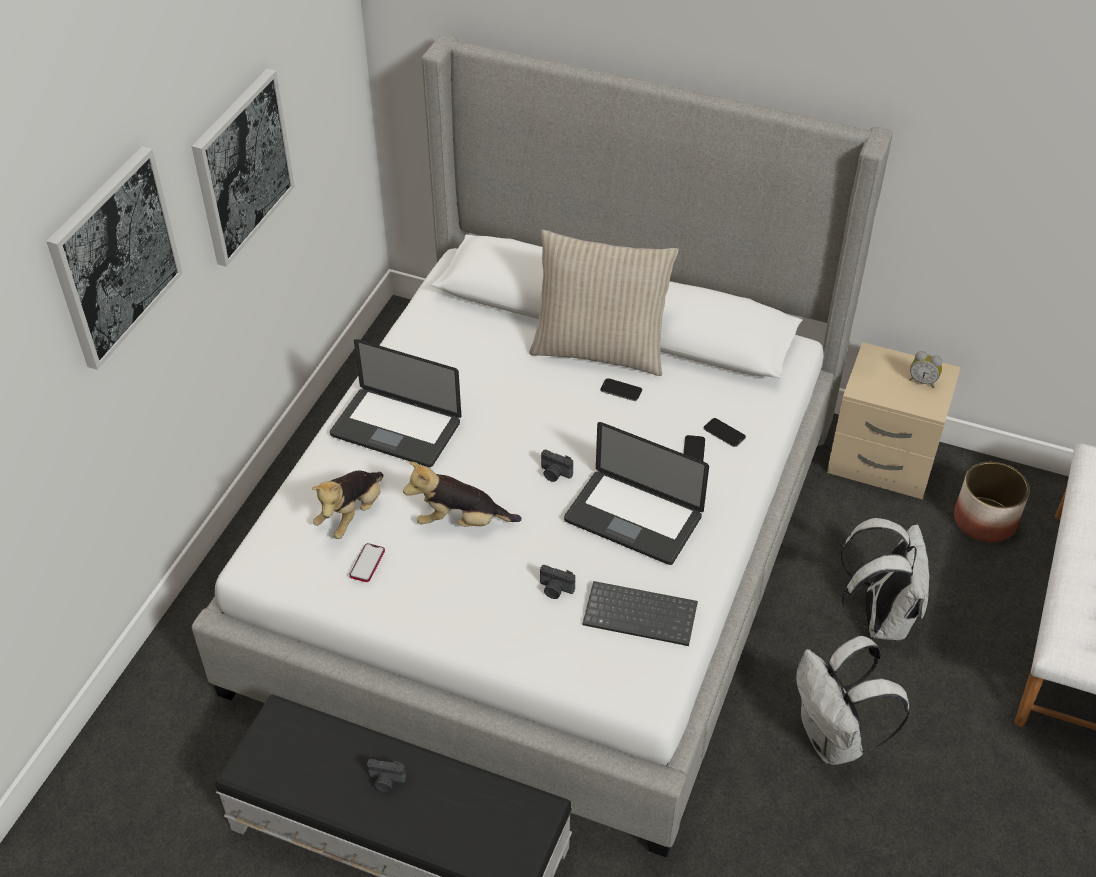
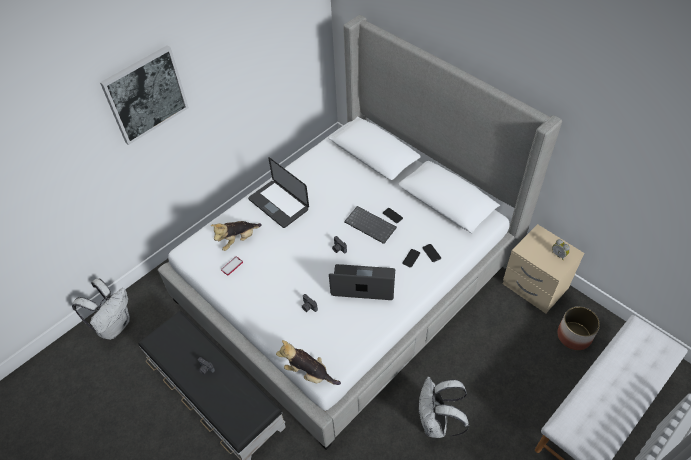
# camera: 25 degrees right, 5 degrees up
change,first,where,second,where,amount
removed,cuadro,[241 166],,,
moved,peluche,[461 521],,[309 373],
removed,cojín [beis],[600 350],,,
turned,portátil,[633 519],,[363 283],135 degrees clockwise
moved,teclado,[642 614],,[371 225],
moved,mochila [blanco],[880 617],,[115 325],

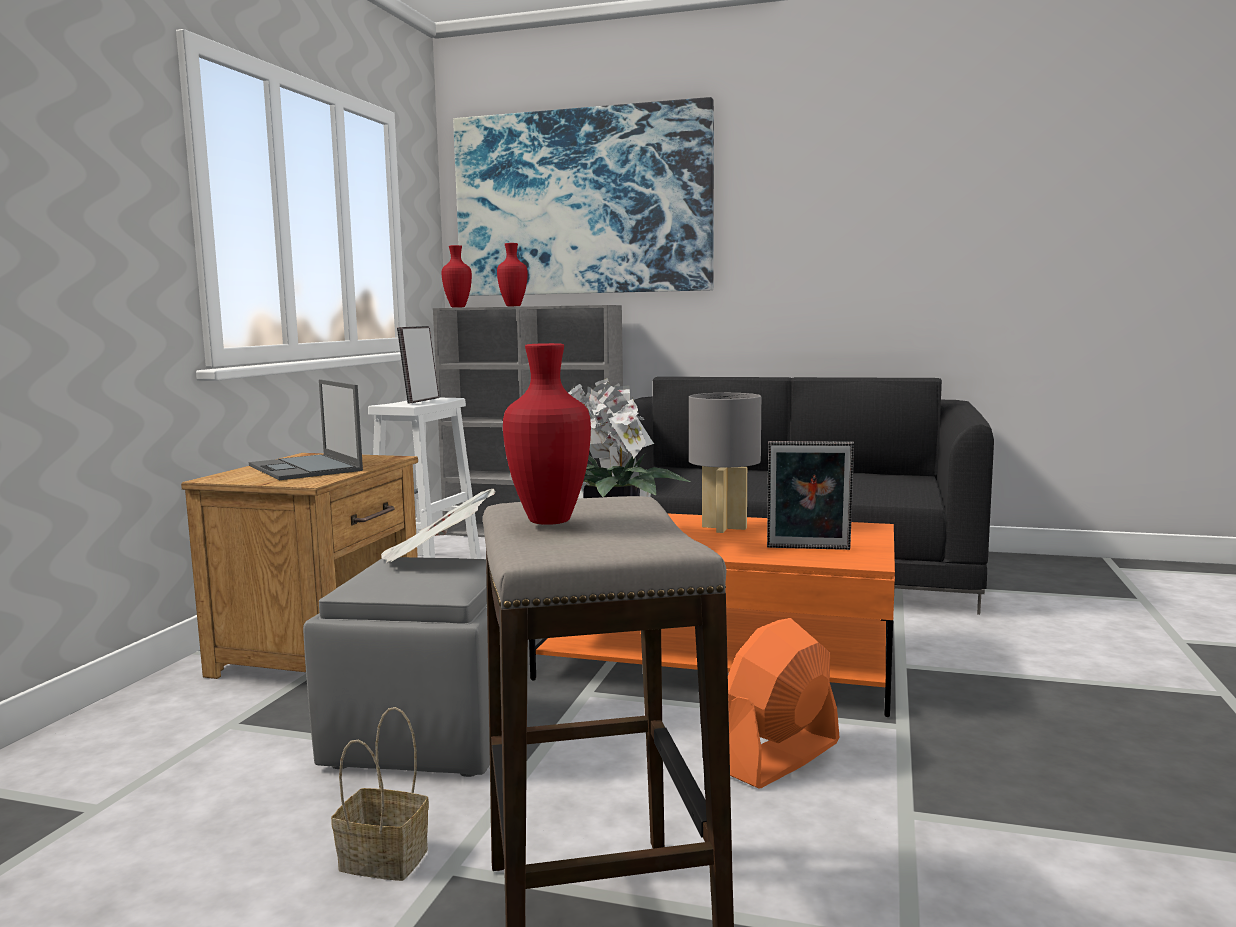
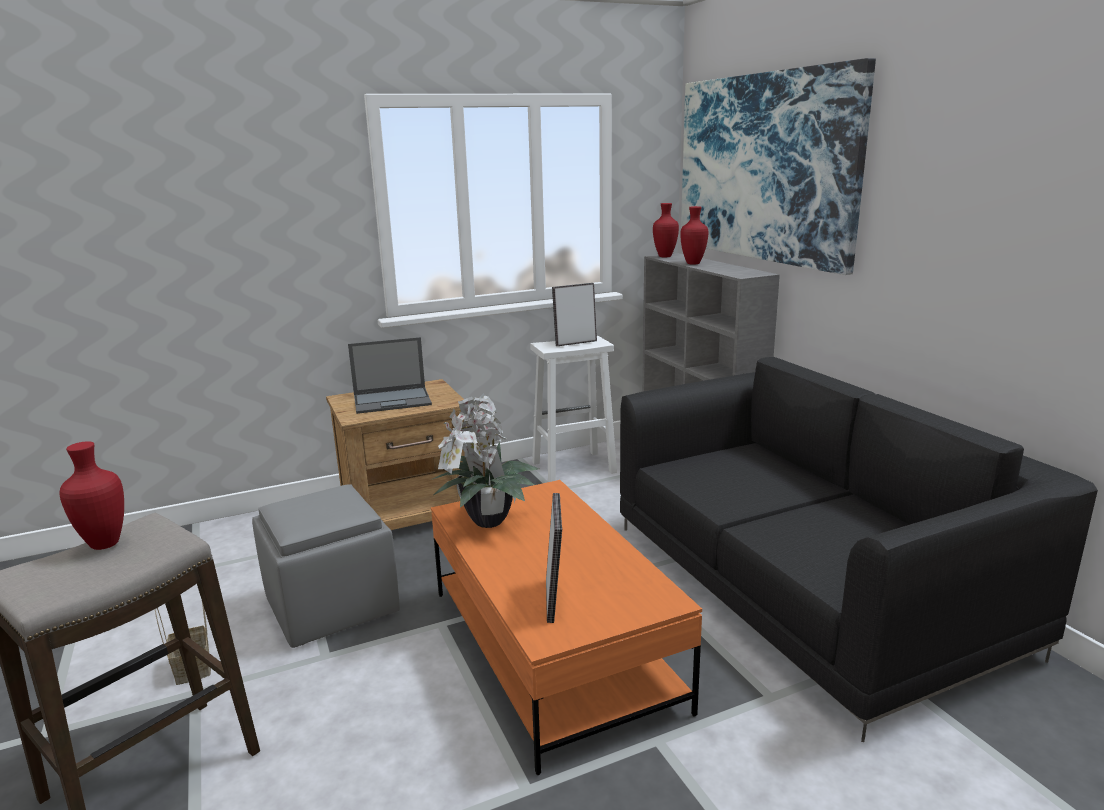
# camera: 50 degrees right, 10 degrees up
change,first,where,second,where,amount
turned,portátil,[306 468],,[393 400],120 degrees counterclockwise
removed,periódico,[436 558],,,
removed,lámpara de mesa [gris],[724 527],,,
removed,ventilador [naranja],[780 757],,,
turned,portarretratos,[808 549],,[554 600],150 degrees counterclockwise

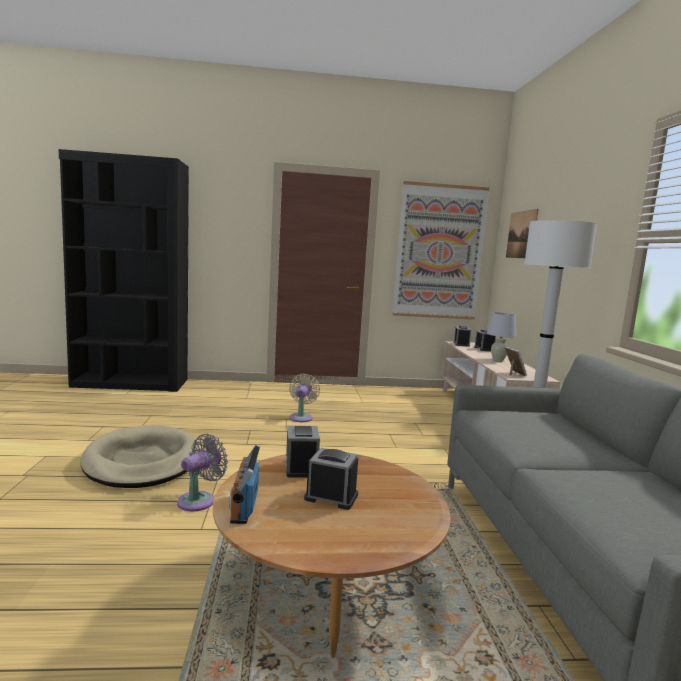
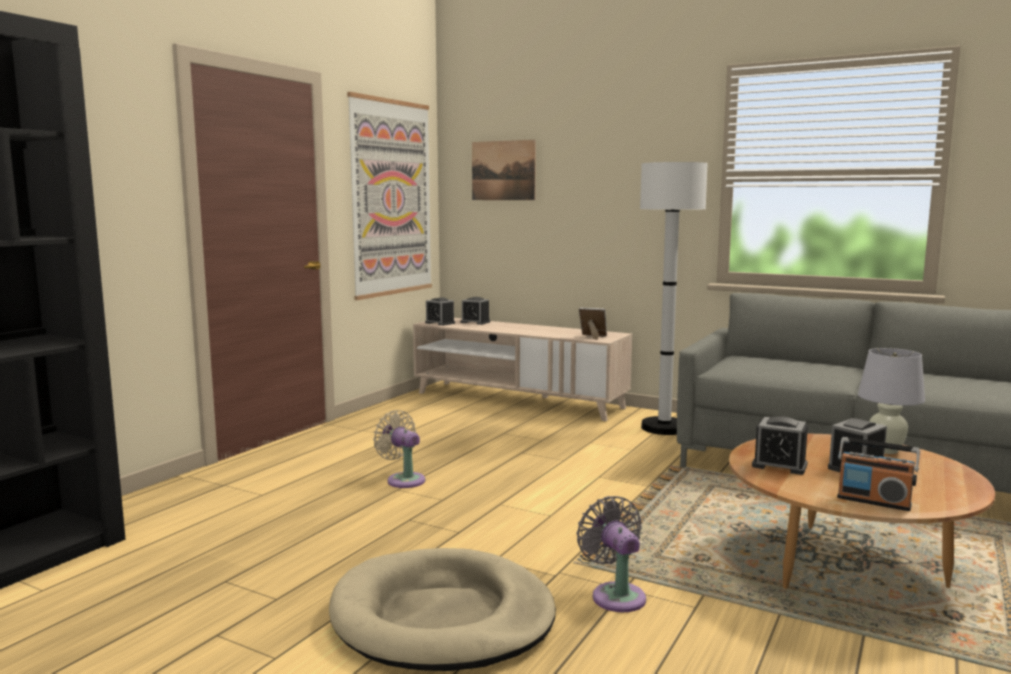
# camera: 55 degrees left, 0 degrees up
change,first,where,second,where,amount
moved,lámpara de mesa [blanco],[498 360],,[886 450],

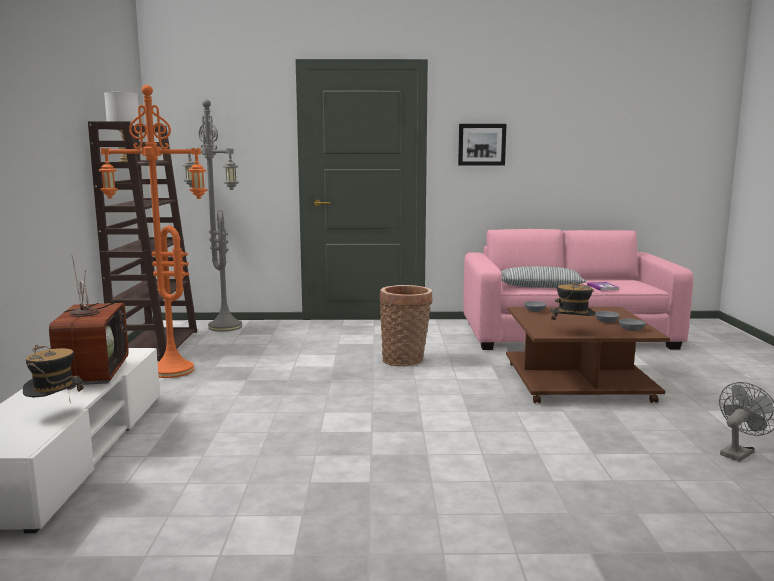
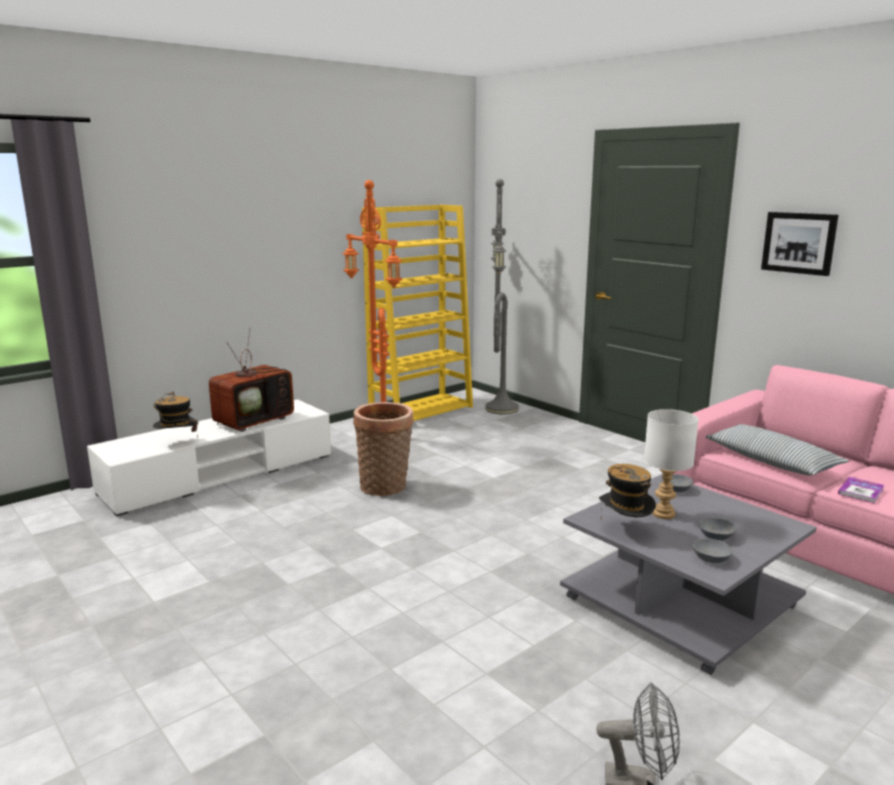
# camera: 50 degrees right, 5 degrees up
change,first,where,second,where,amount
recoloured,estantería [marrón],[155 345],estantería [amarillo],[421 410],
moved,lámpara de mesa [blanco],[126 162],,[663 514],
moved,cesta,[405 360],,[385 488],
recoloured,mesa de centro [marrón],[578 382],mesa de centro [gris],[682 602],

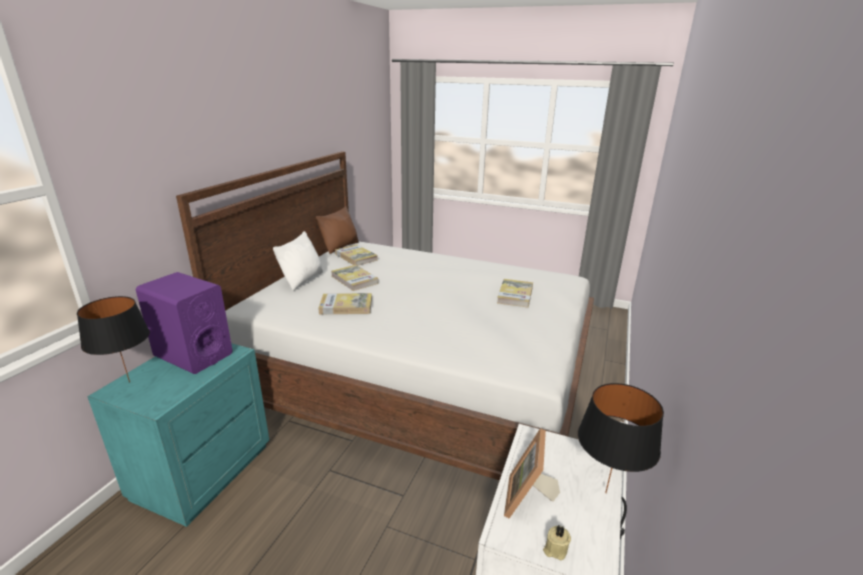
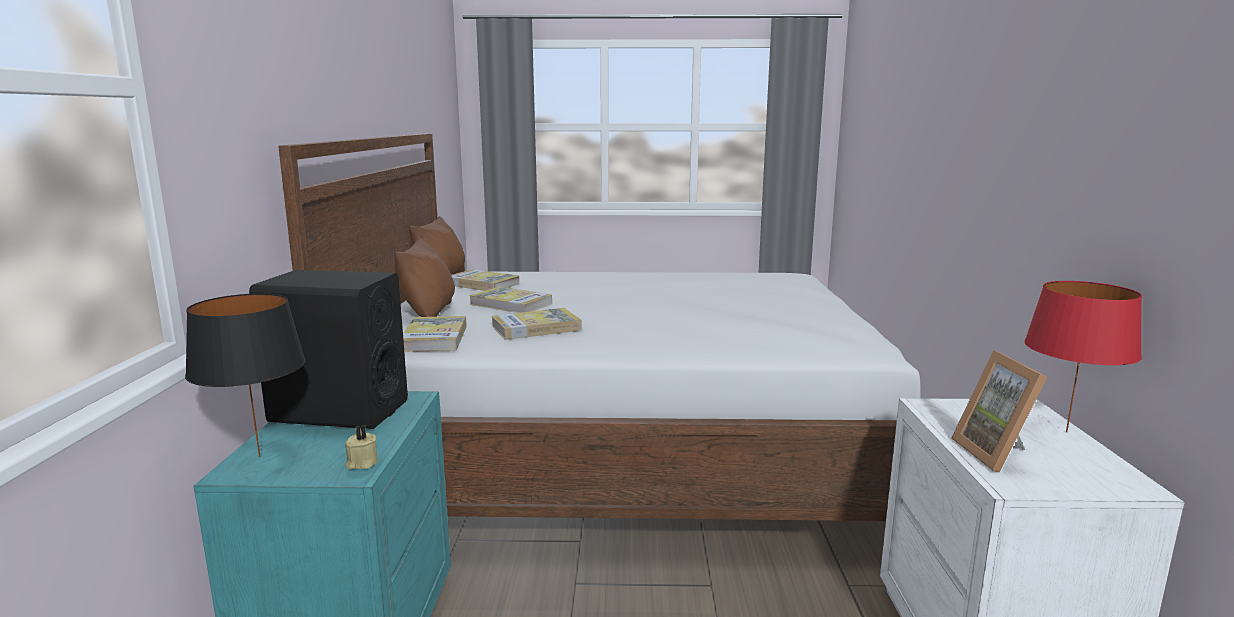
# camera: 20 degrees left, 10 degrees down
change,first,where,second,where,amount
recoloured,altavoz [morado],[193 355],altavoz [negro],[339 411],
recoloured,cojín [blanco],[302 280],cojín [marrón],[428 312],
moved,libro,[515 295],,[434 338],
moved,vela [beis],[555 549],,[361 463],
recoloured,lámpara de mesa [negro],[605 493],lámpara de mesa [rojo],[1067 432],

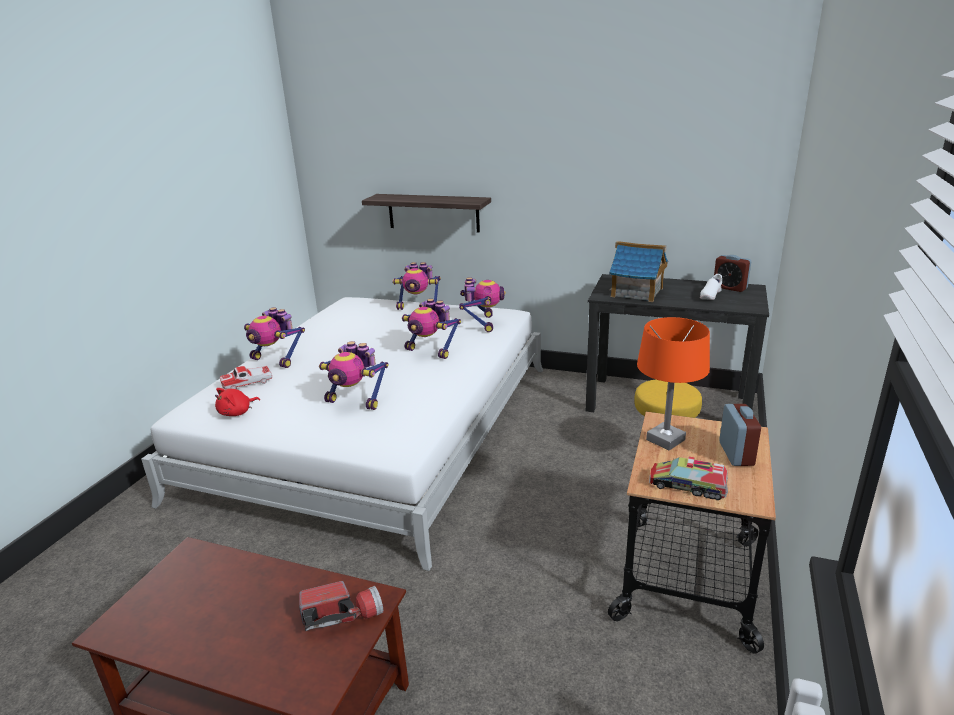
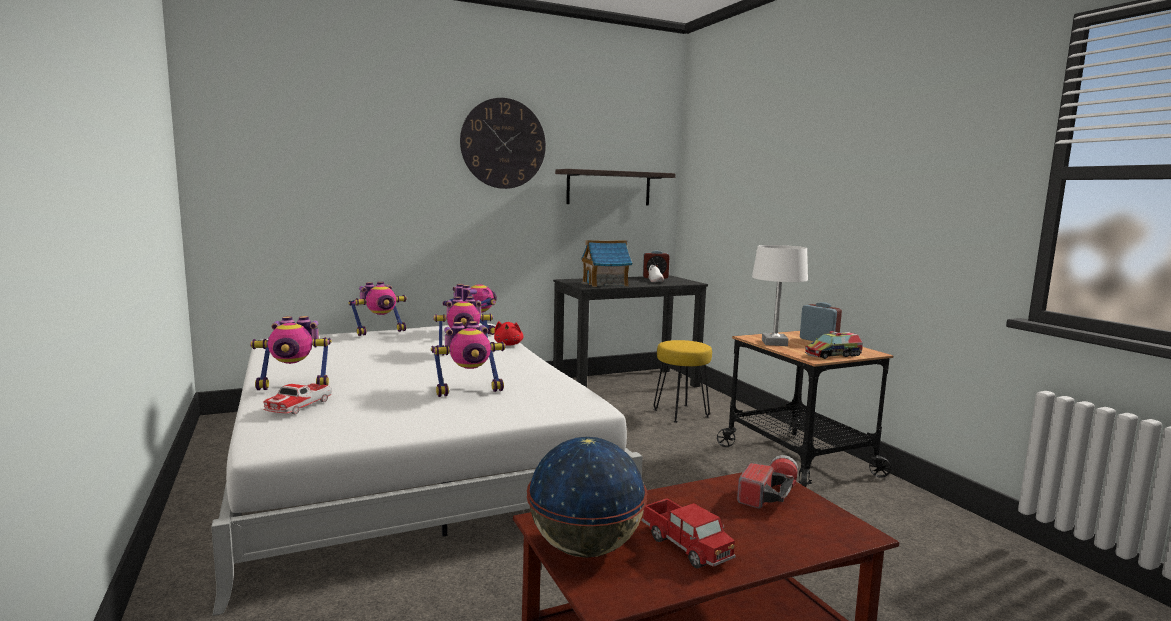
# camera: 45 degrees left, 15 degrees down
change,first,where,second,where,amount
moved,peluche [rojo],[237 413],,[508 344],
moved,estante,[433 212],,[609 188],
recoloured,lámpara de mesa [naranja],[665 440],lámpara de mesa [blanco],[774 343],
added,,,reloj de pared,[503 143],
added,,,globo terráqueo,[586 548],
added,,,camión de juguete,[686 545],

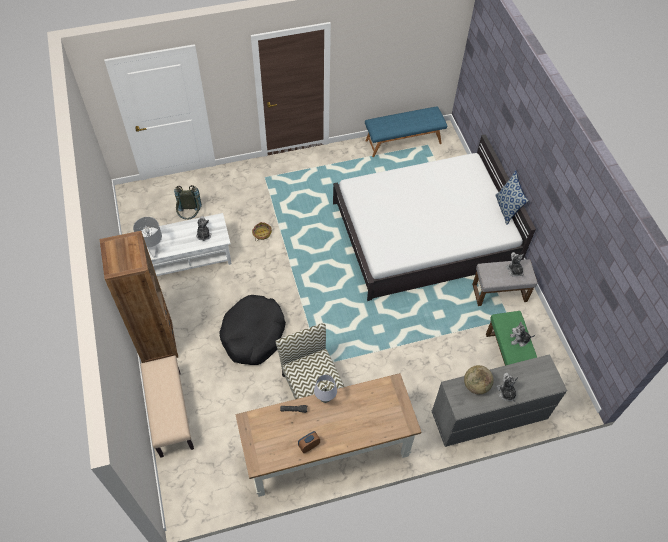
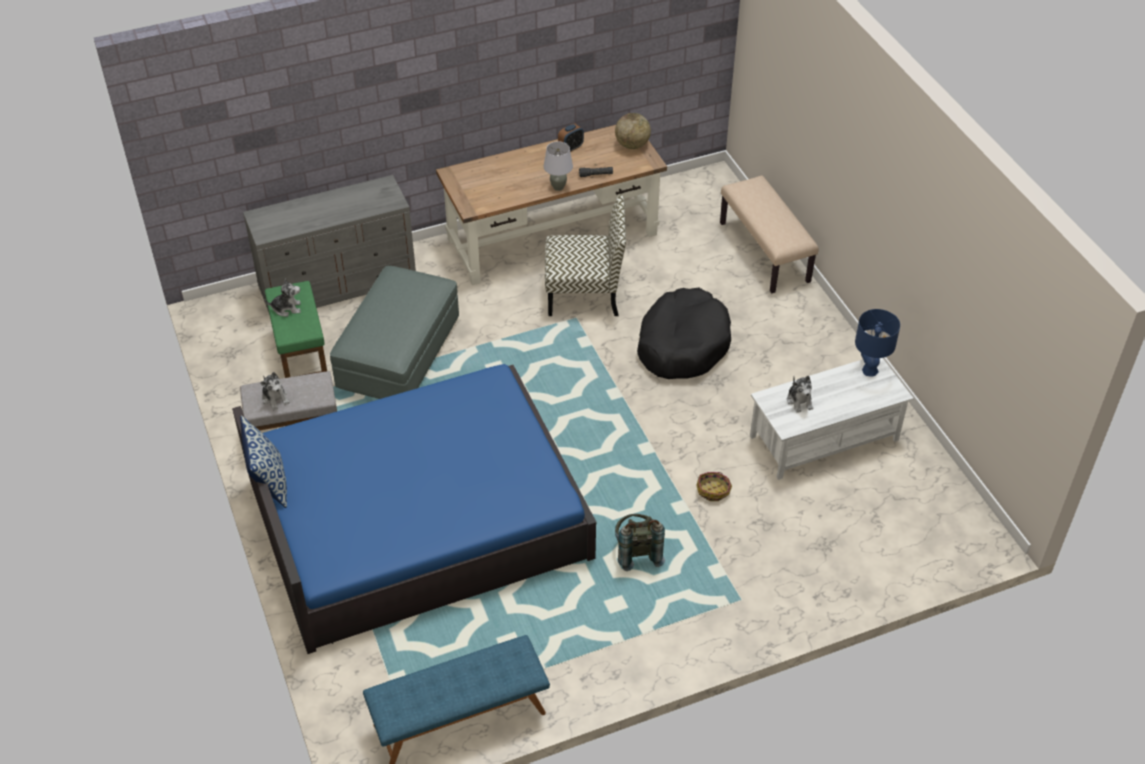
# camera: 175 degrees right, 10 degrees down
change,first,where,second,where,amount
removed,estantería [marrón],[157 343],,,
recoloured,lámpara de mesa [gris],[153 250],lámpara de mesa [azul],[869 370],
moved,mochila [gris],[190 216],,[636 552],
turned,silla,[311 386],,[585 294],60 degrees counterclockwise
recoloured,cama [blanco],[425 234],cama [azul],[417 519],
moved,globo terráqueo,[476 385],,[632 145],
removed,peluche,[506 392],,,
added,,,puf [gris],[399 353],

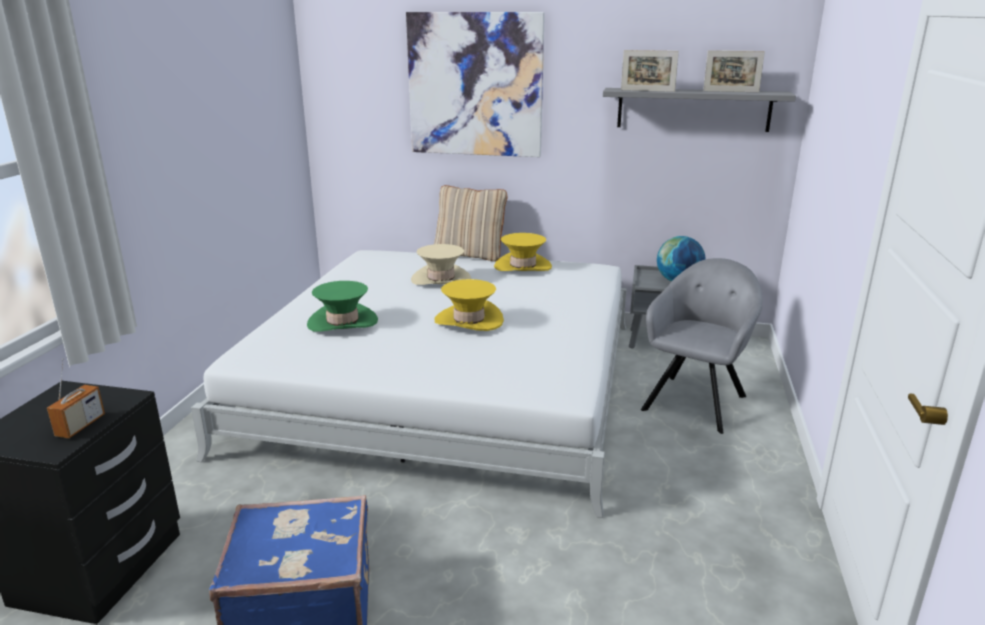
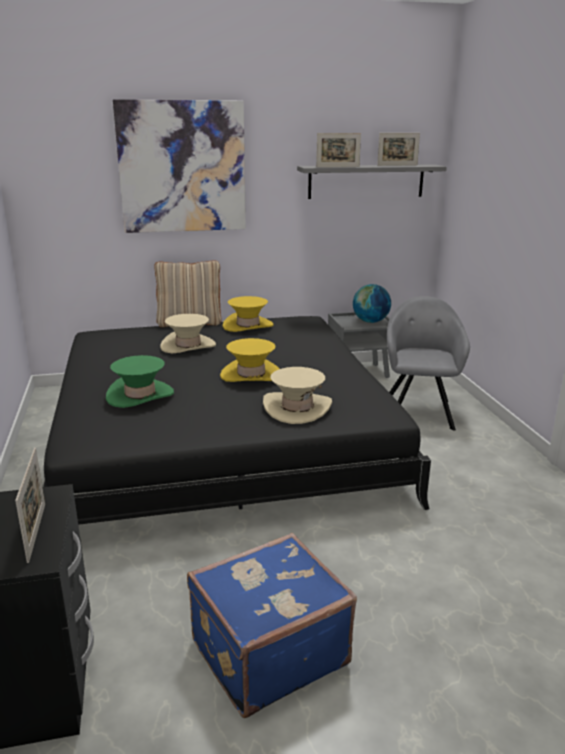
# camera: 25 degrees left, 0 degrees up
change,first,where,second,where,amount
replaced,radio,[80 426],portarretratos,[36 531],
recoloured,cama [blanco],[447 383],cama [negro],[220 437],
added,,,sombrero [beis],[297 408],

